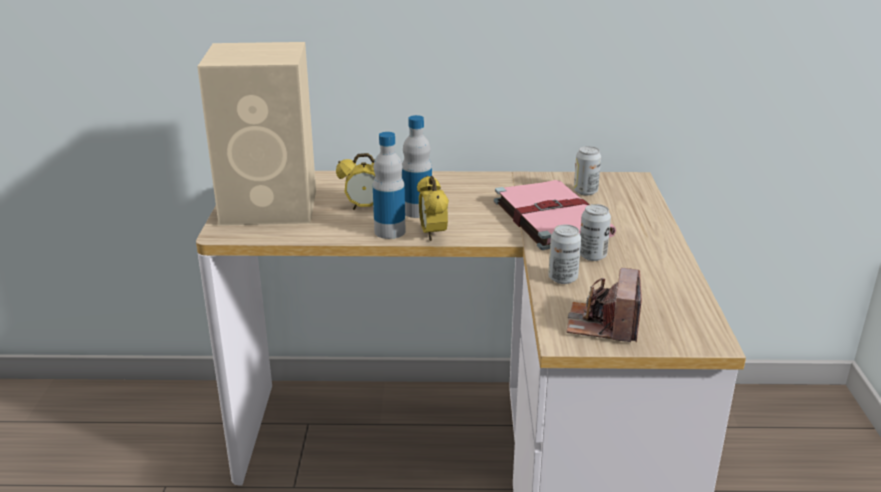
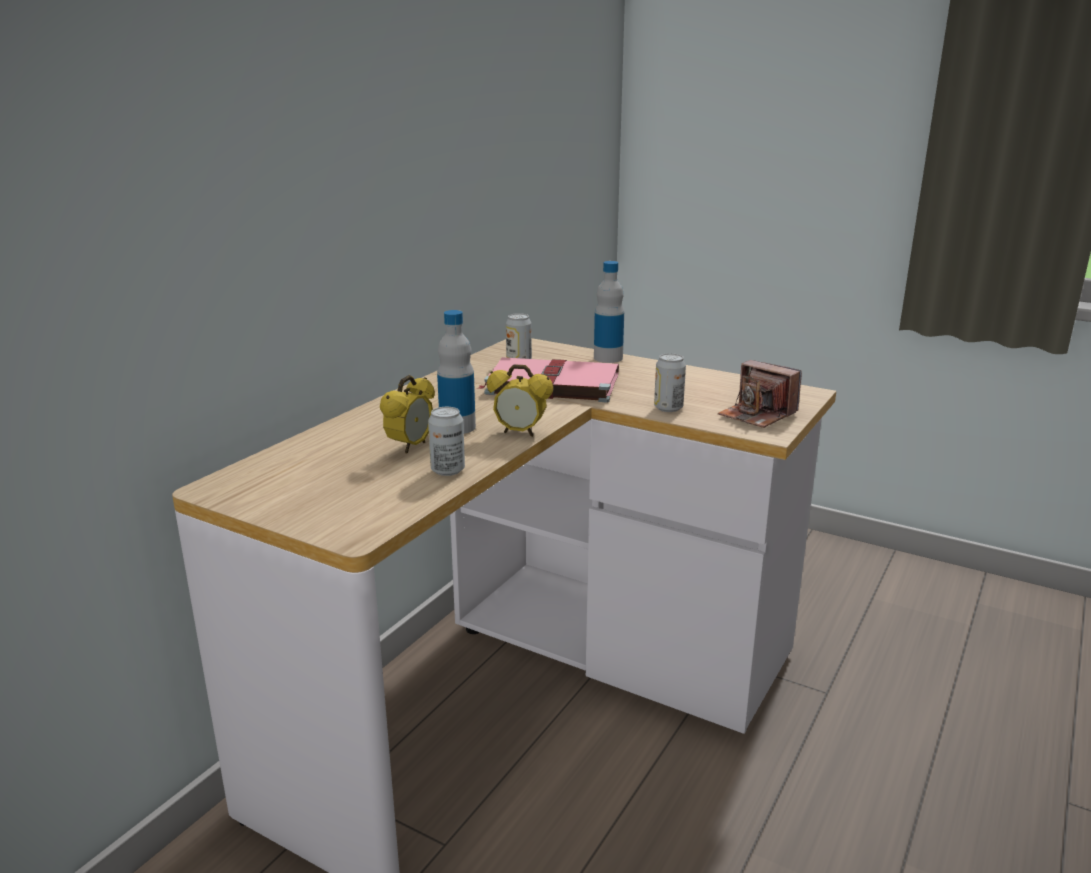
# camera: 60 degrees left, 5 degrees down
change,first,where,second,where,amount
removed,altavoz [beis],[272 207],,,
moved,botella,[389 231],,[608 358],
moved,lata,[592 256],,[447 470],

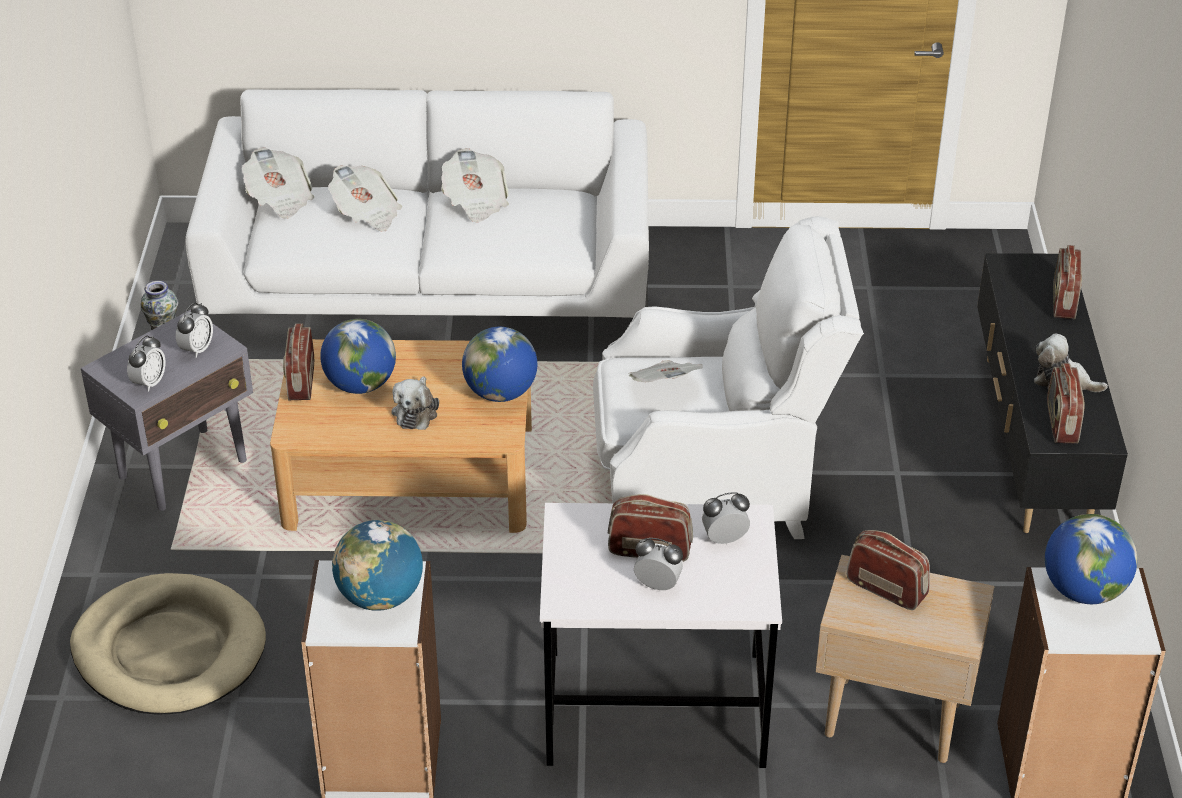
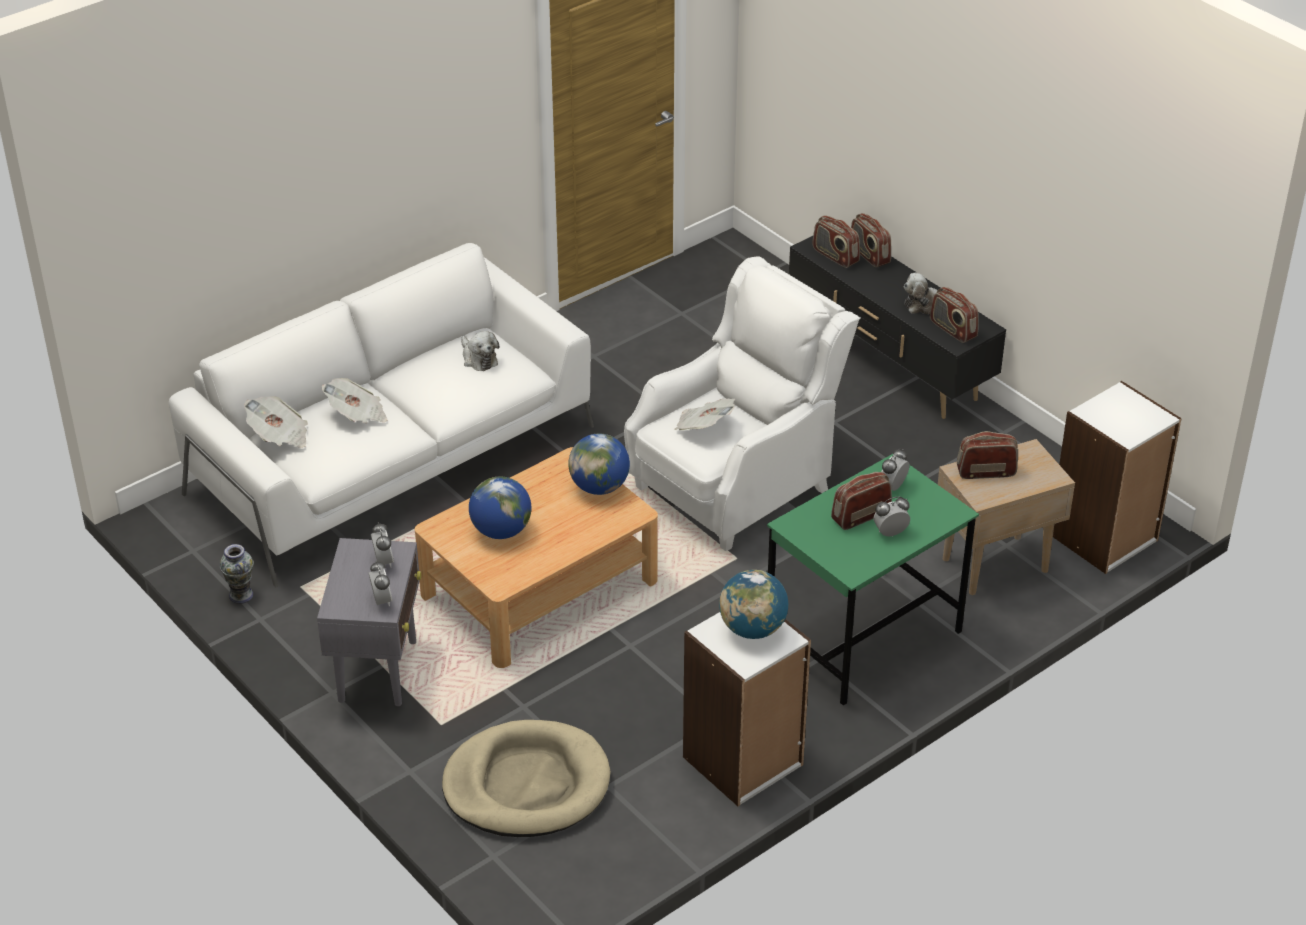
# camera: 40 degrees left, 0 degrees up
change,first,where,second,where,amount
moved,radio,[301 381],,[835 256],
moved,peluche,[415 411],,[478 358],
removed,periódico,[475 201],,,
recoloured,escritorio [blanco],[654 709],escritorio [verde],[863 638],
removed,globo terráqueo,[1083 591],,,

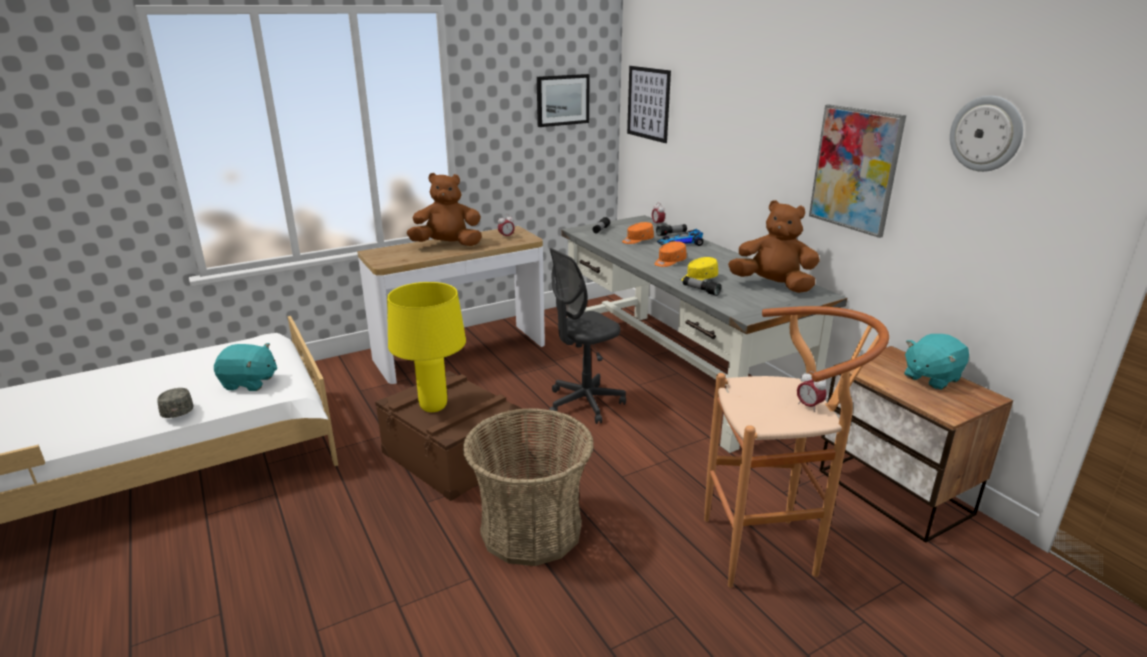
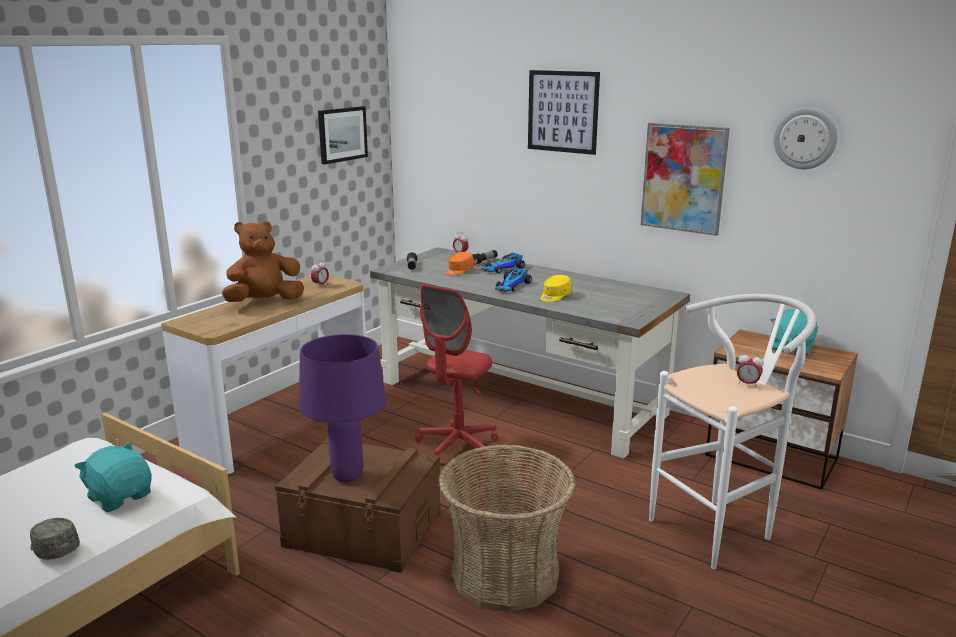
# camera: 25 degrees left, 5 degrees down
change,first,where,second,where,amount
turned,peluche [turquesa],[249 383],,[120 497],120 degrees counterclockwise
recoloured,lámpara de mesa [amarillo],[434 407],lámpara de mesa [morado],[348 475],
recoloured,silla de oficina [gris],[584 403],silla de oficina [rojo],[457 446],
moved,cuadro,[648 103],,[562 111],
replaced,gorra [naranja],[669 262],coche de juguete,[512 286],
removed,linterna,[700 291],,,
recoloured,taburete [marrón],[771 548],taburete [blanco],[719 528],
removed,peluche [marrón],[773 285],,,

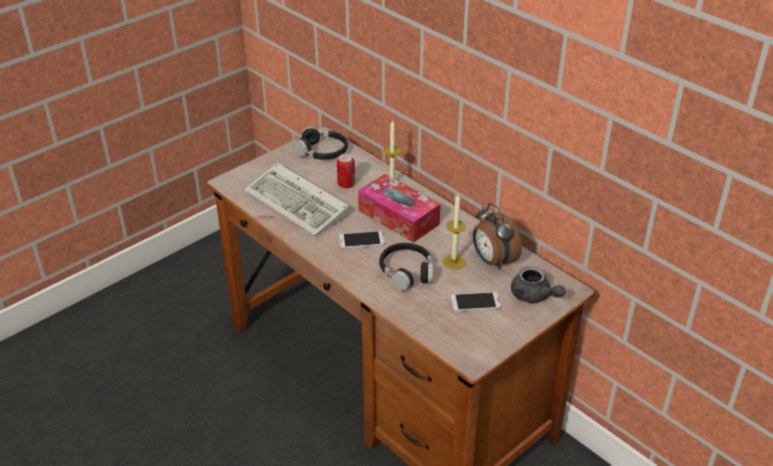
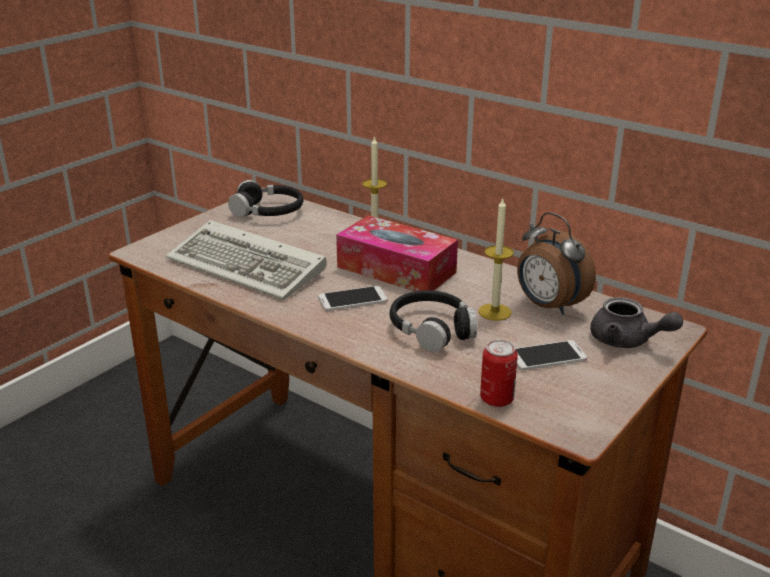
# camera: 10 degrees left, 10 degrees down
change,first,where,second,where,amount
moved,lata,[346 184],,[496 399],

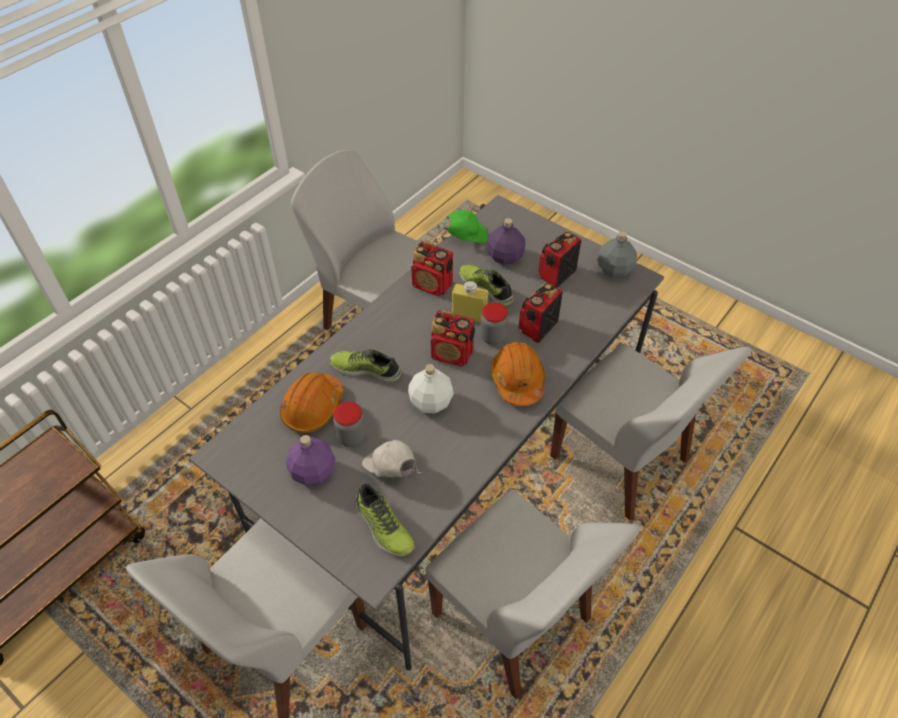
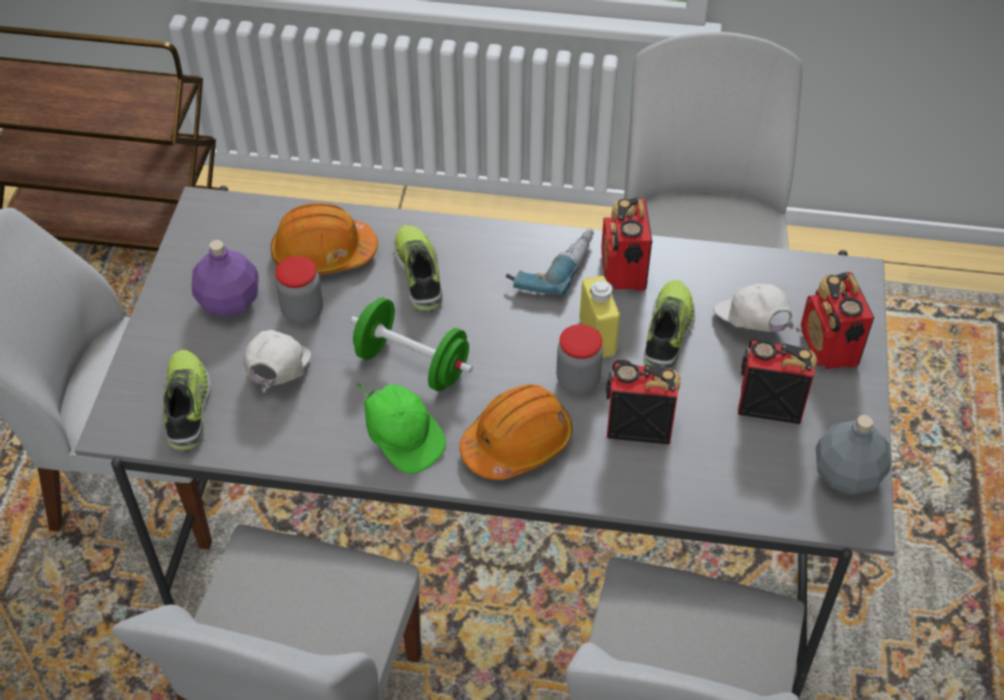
# camera: 60 degrees right, 0 degrees up
change,first,where,second,where,amount
turned,zapato,[383 527],,[188 405],150 degrees clockwise
replaced,botella [blanco],[431 402],mancuerna [verde],[412 364],
moved,radio,[452 354],,[829 347],
moved,gorra [verde],[465 236],,[403 438],
replaced,botella [morado],[505 257],gorra [blanco],[751 326],
added,,,taladro,[552 265],

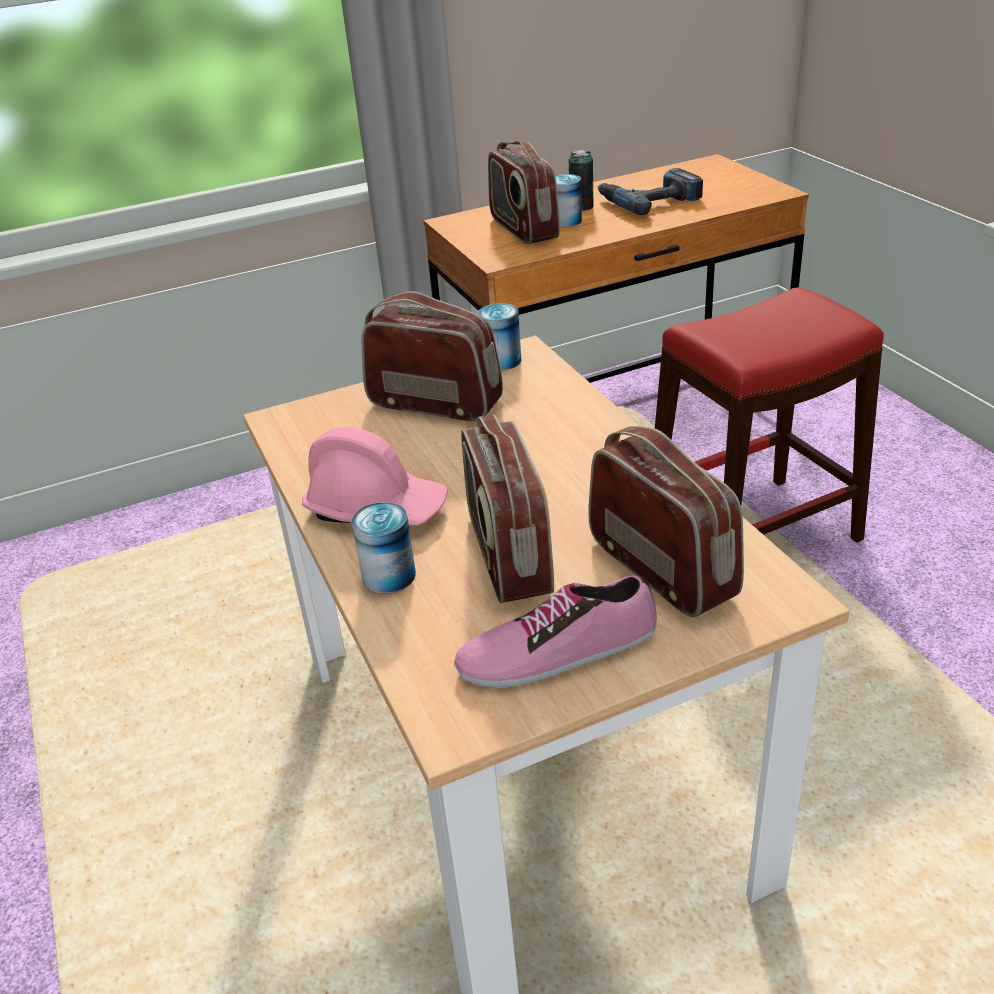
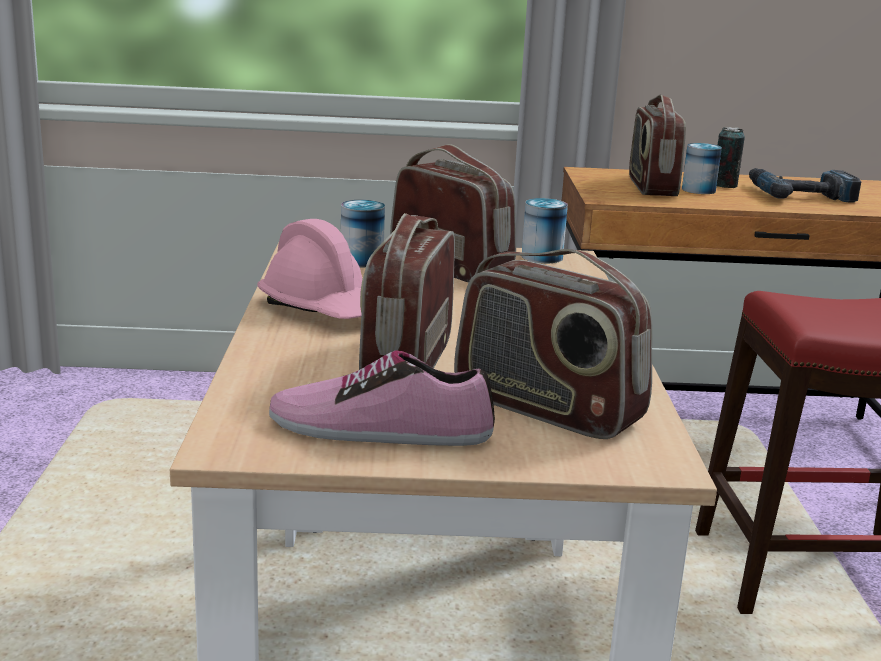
# camera: 20 degrees right, 15 degrees down
change,first,where,second,where,amount
moved,lata,[389 576],,[361 261],
turned,radio,[662 568],,[546 409],135 degrees clockwise

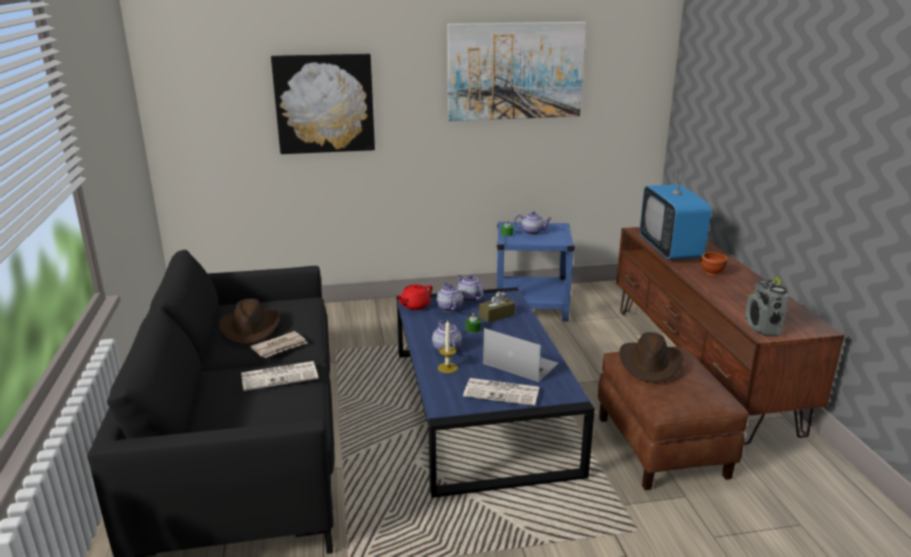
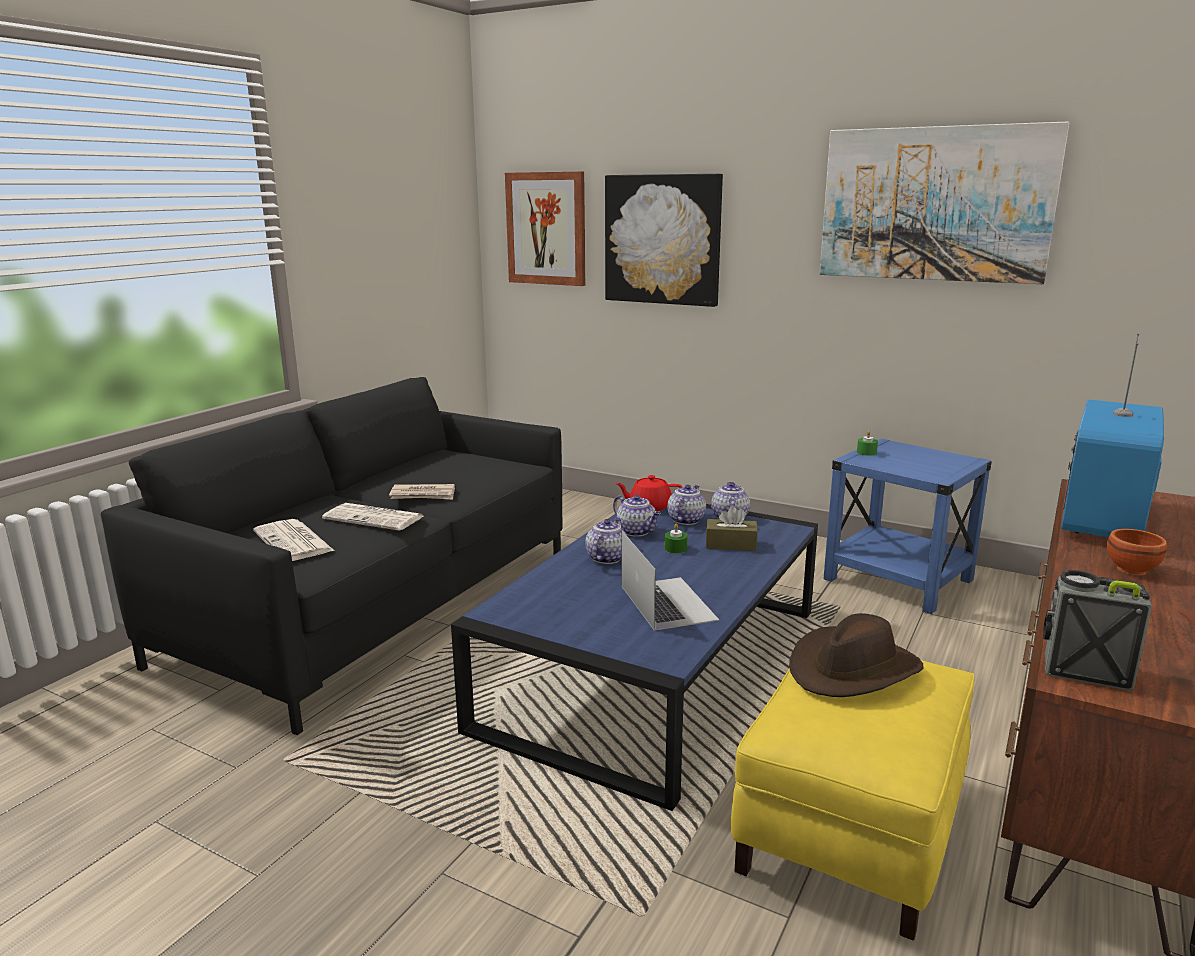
# camera: 40 degrees right, 5 degrees down
change,first,where,second,where,amount
removed,sombrero [marrón],[250 328],,,
removed,vela,[447 368],,,
moved,periódico,[502 392],,[294 542],
moved,tetera,[533 232],,[637 531],
recoloured,puf [marrón],[662 447],puf [amarillo],[851 831],
turned,radio,[762 328],,[1084 671],75 degrees clockwise
added,,,cuadro,[546 229],

